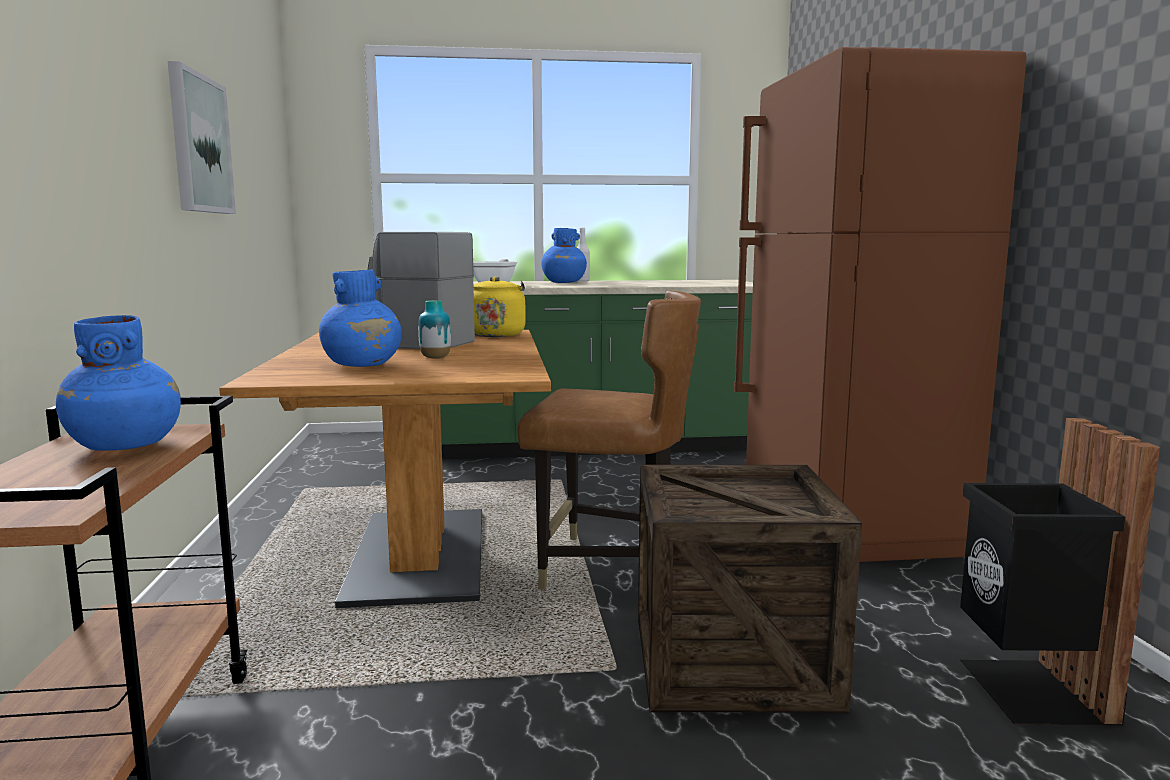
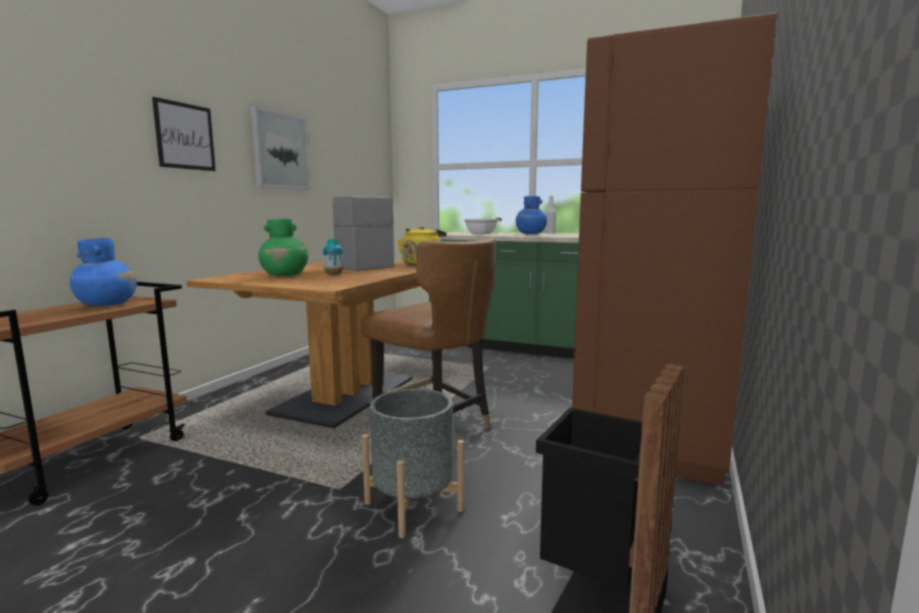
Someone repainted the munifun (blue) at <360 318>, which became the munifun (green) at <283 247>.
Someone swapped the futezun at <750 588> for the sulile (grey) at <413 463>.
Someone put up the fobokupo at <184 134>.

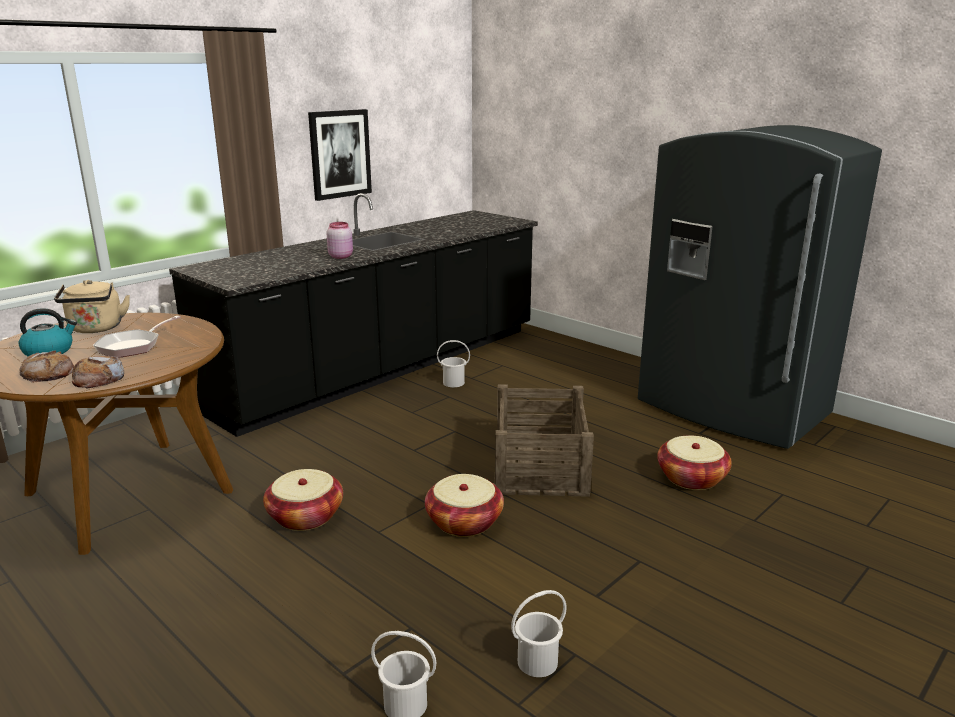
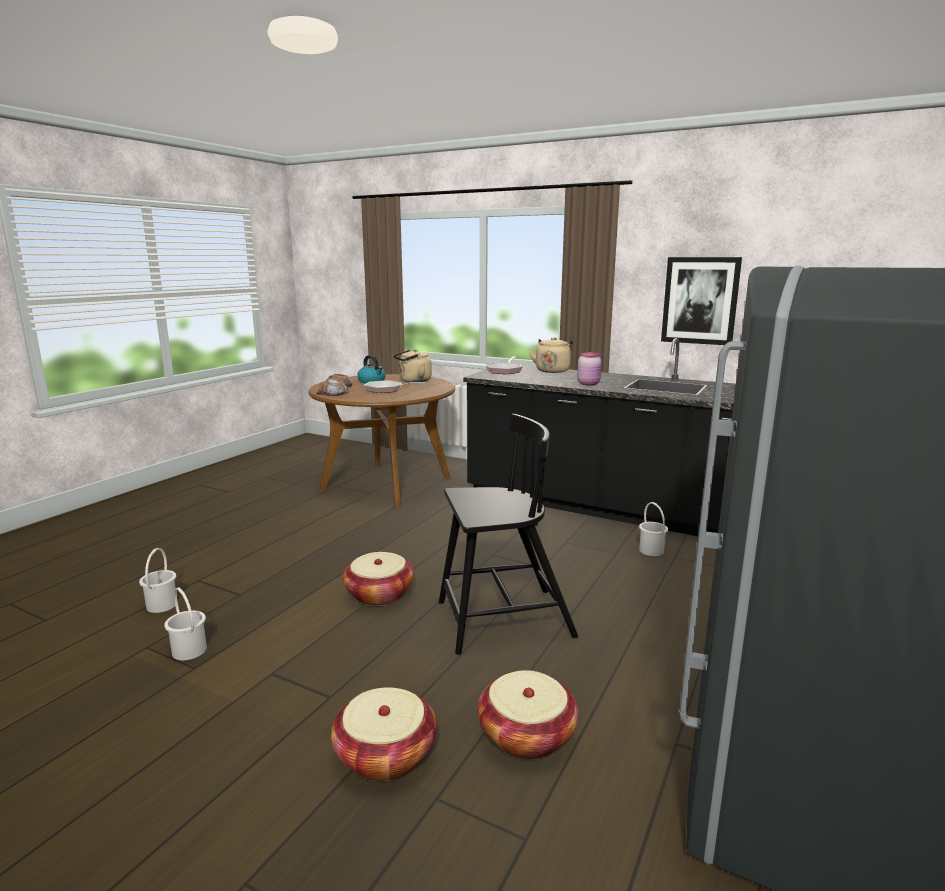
Someone carried the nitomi from <303 500> to <384 734>.
Someone swapped the futezun at <544 440> for the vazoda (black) at <508 534>.
Someone put down the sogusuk at <504 365>.
Someone put down the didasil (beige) at <551 355>.

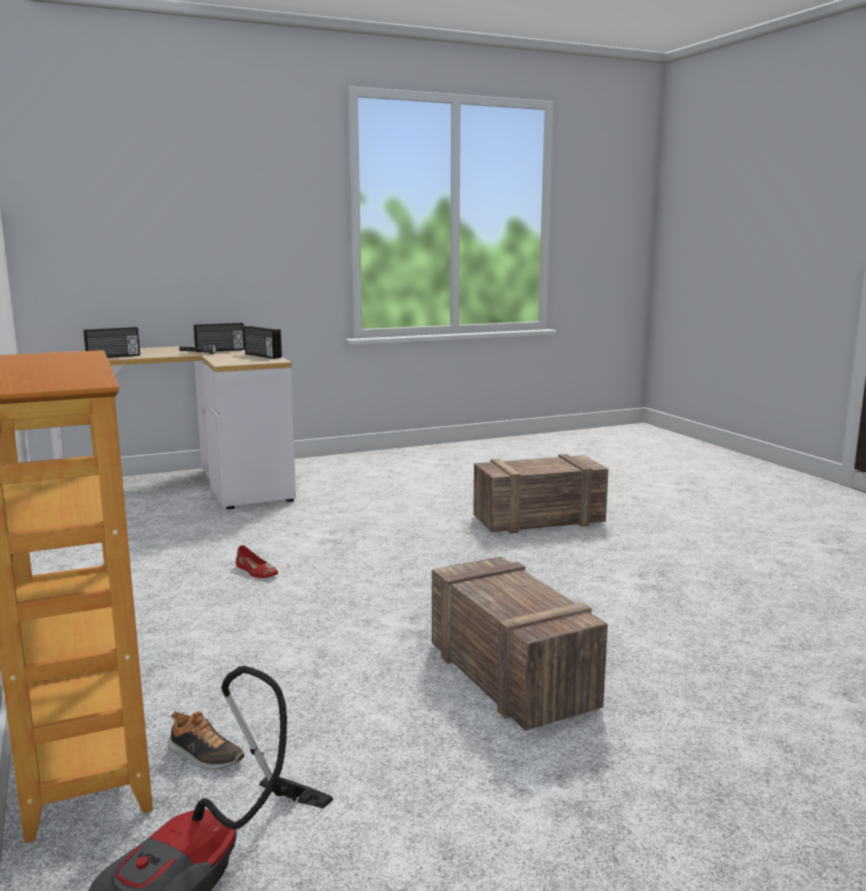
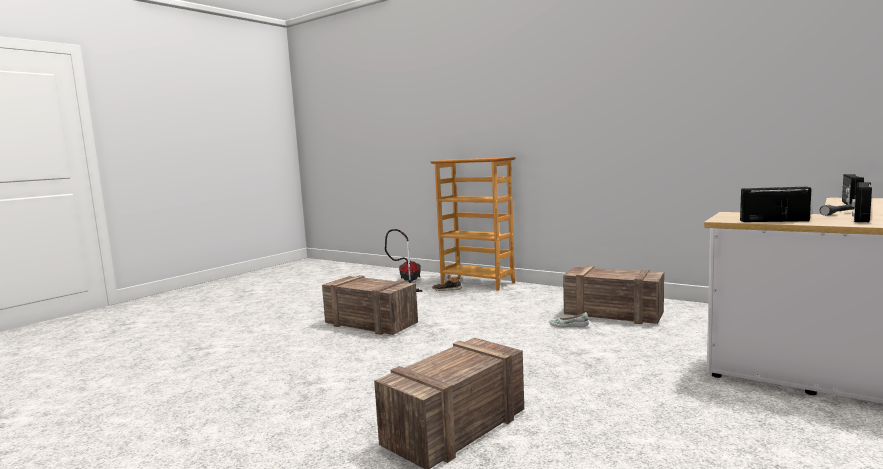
Someone repainted the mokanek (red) at <257 561>, which became the mokanek (white) at <569 320>.
Someone put down the futezun at <613 295>.

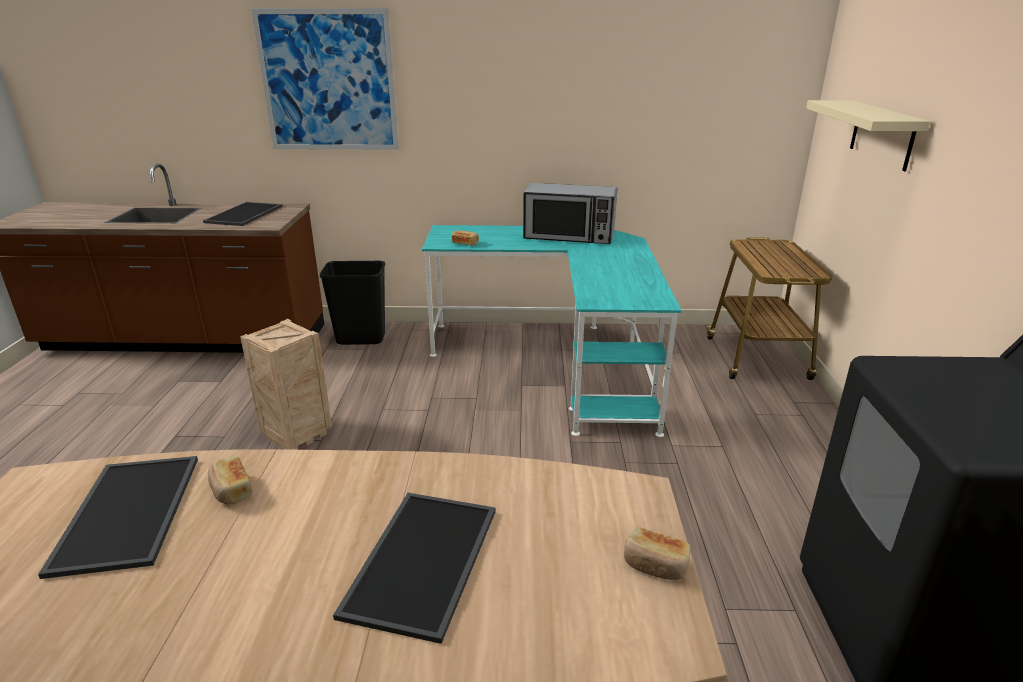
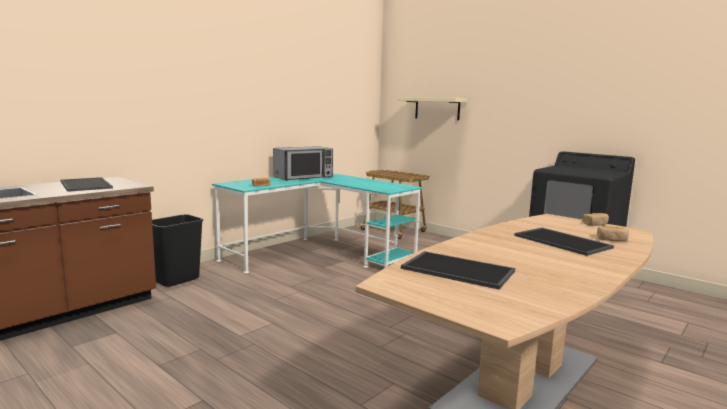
Someone carried the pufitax from <230 481> to <613 233>.
Someone took away the futezun at <286 384>.
Someone took away the fobokupo at <325 79>.

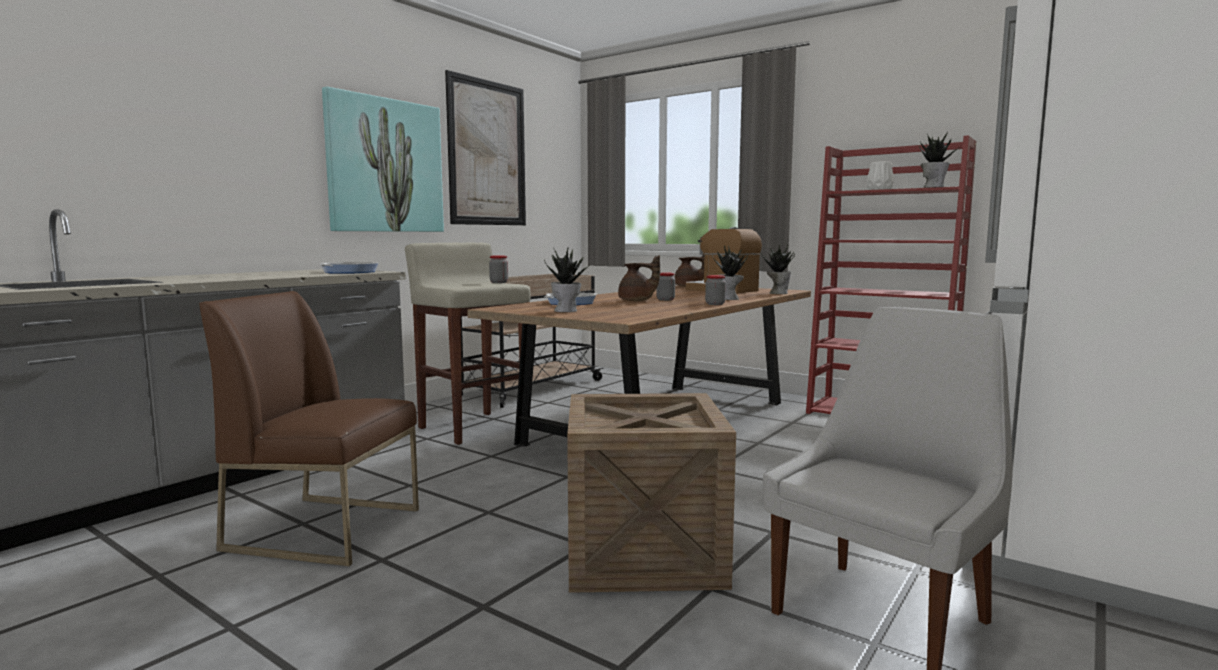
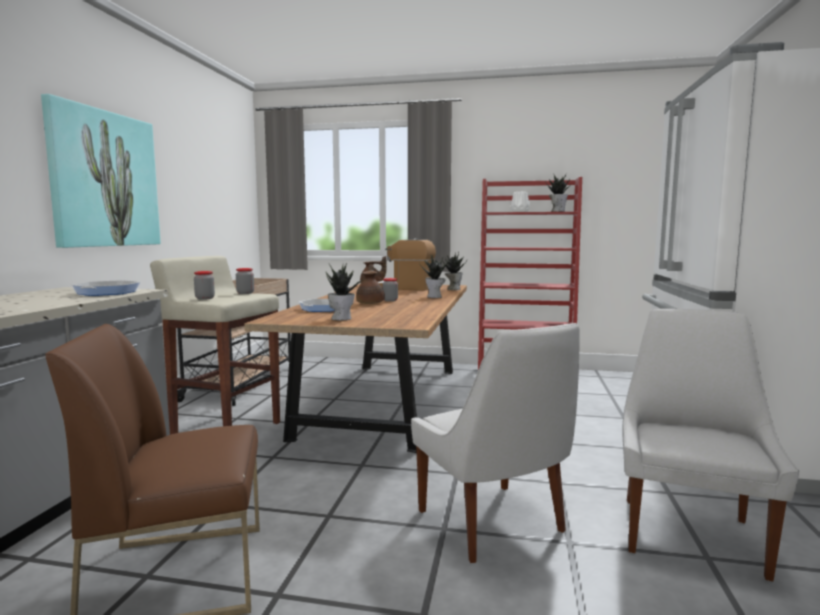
Someone took away the fobokupo at <485 147>.
Someone swapped the futezun at <651 493> for the vazoda (white) at <495 443>.
Someone rotated the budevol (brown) at <639 278> by 90 degrees counterclockwise.
Someone carried the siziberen from <715 290> to <204 285>.

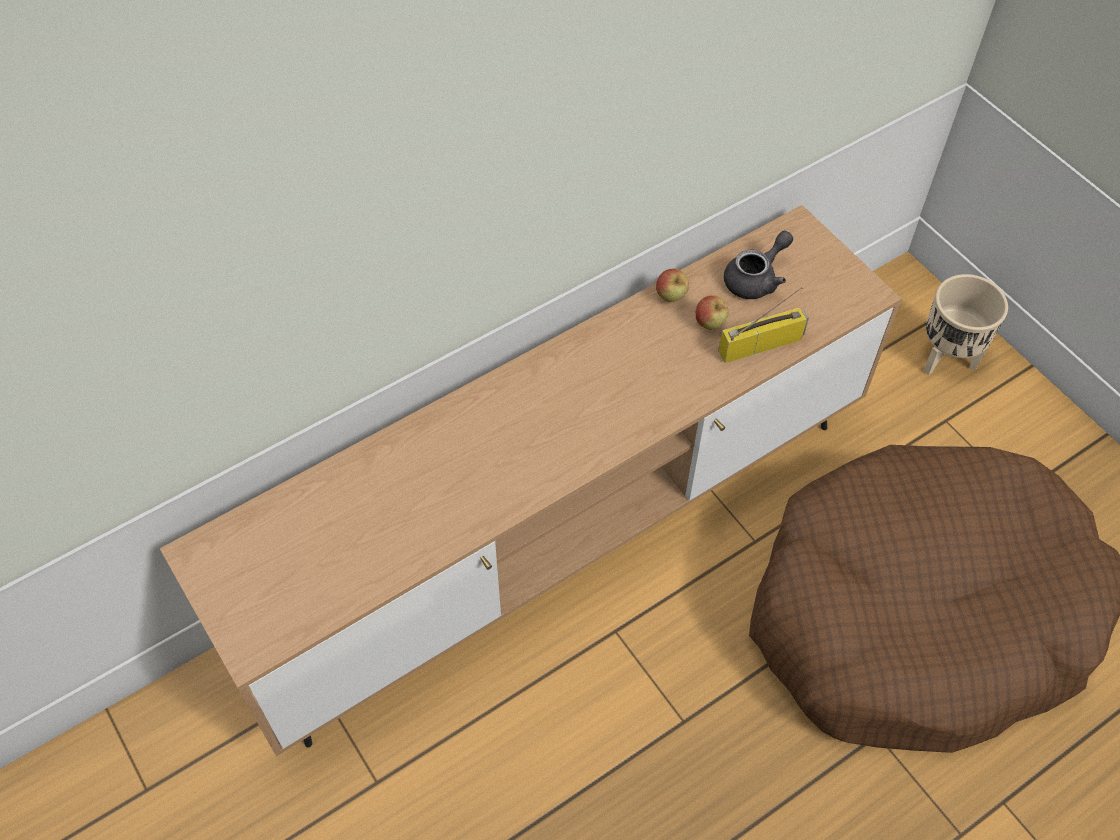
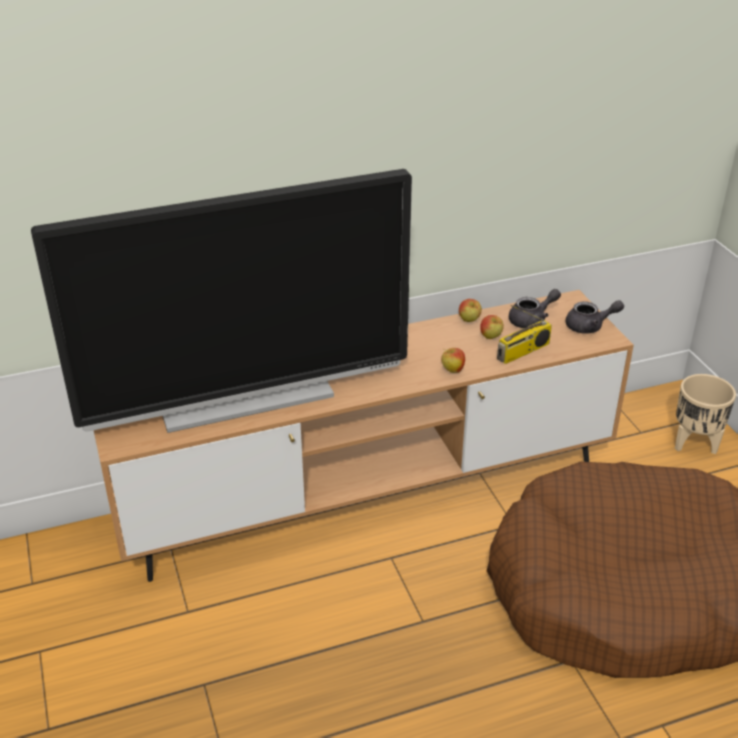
Someone rotated the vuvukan at <763 325> by 150 degrees clockwise.
Someone put down the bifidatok at <221 301>.
Someone put down the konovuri at <453 360>.
Someone put down the budevol (grey) at <595 317>.

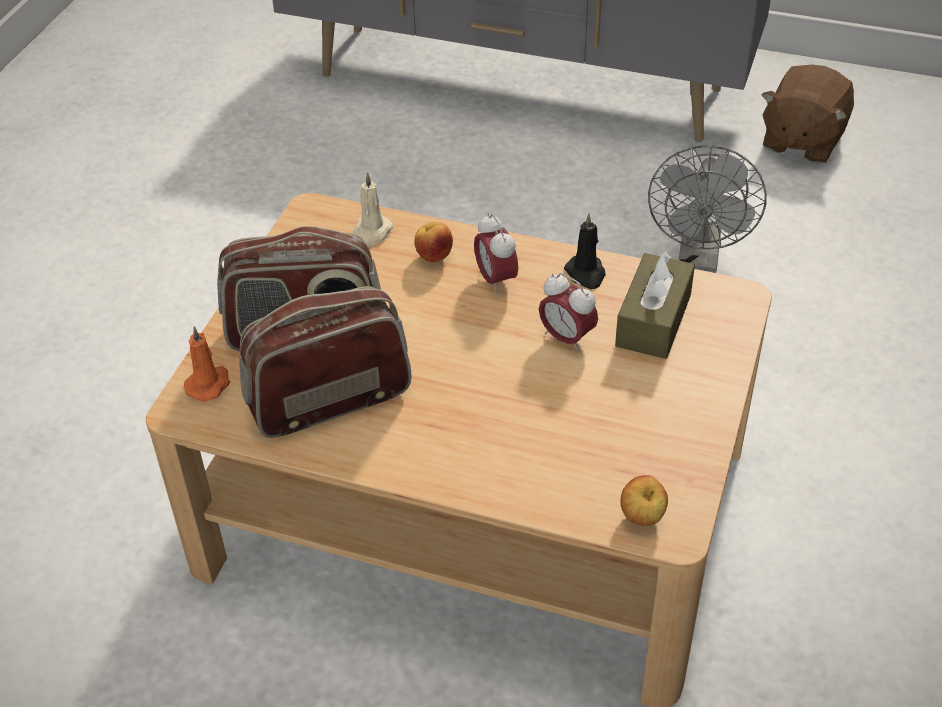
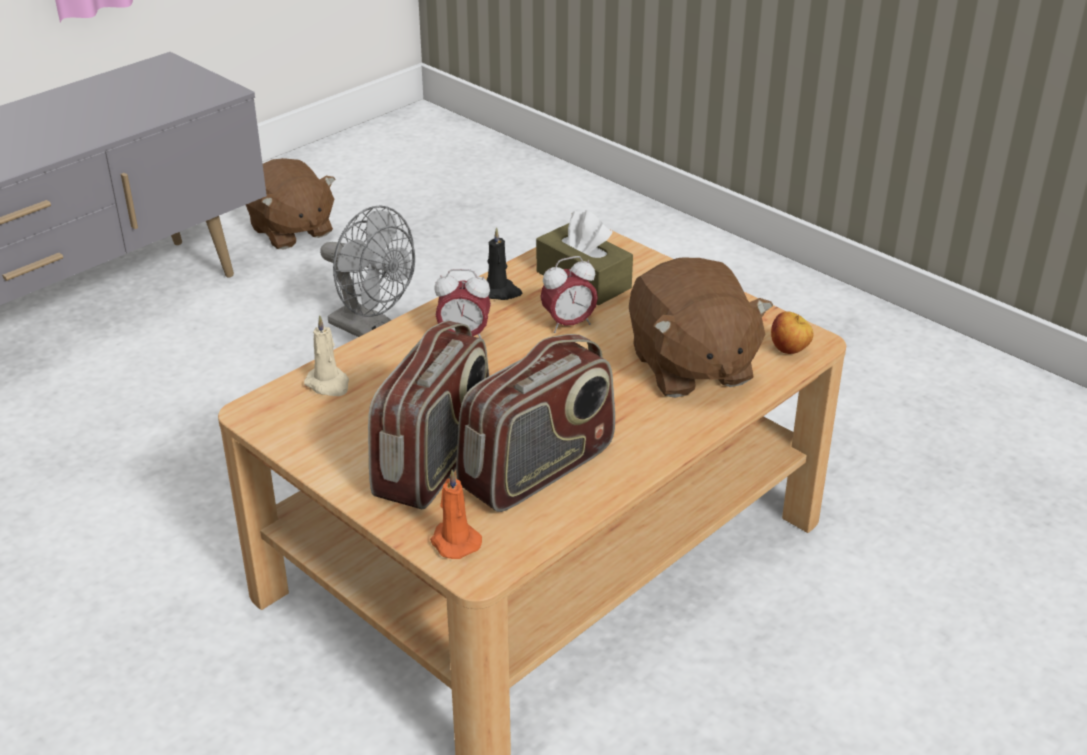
Someone rotated the vuvukan at <325 362> by 135 degrees counterclockwise.
Someone took away the konovuri at <433 242>.
Someone put down the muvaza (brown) at <701 328>.

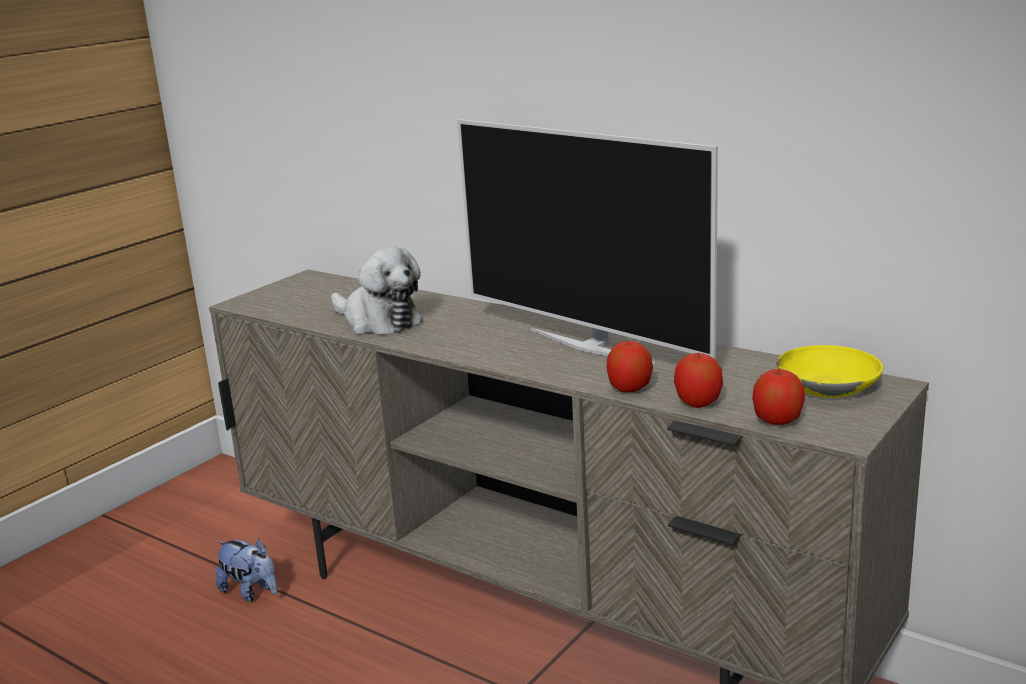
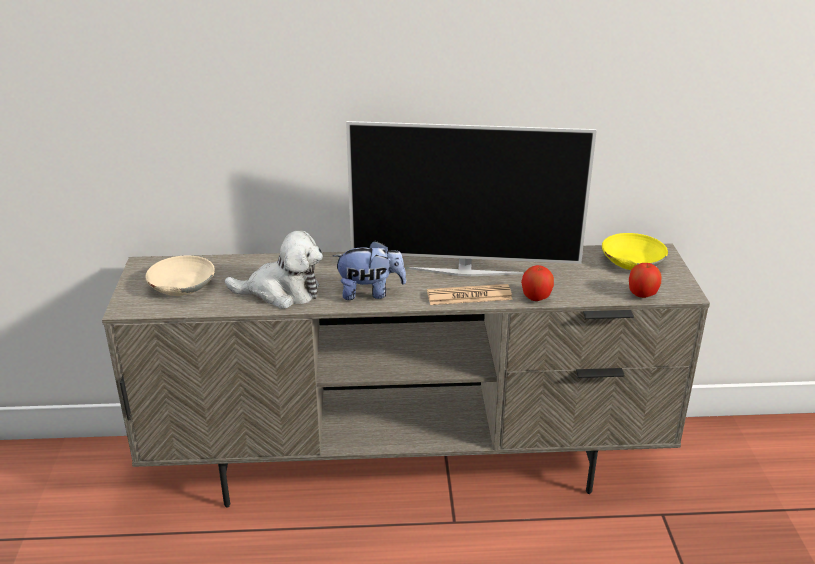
Someone carried the muvaza from <246 570> to <369 270>.
Someone took away the konovuri at <698 380>.
Someone put down the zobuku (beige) at <180 276>.
Someone put down the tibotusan at <469 294>.

